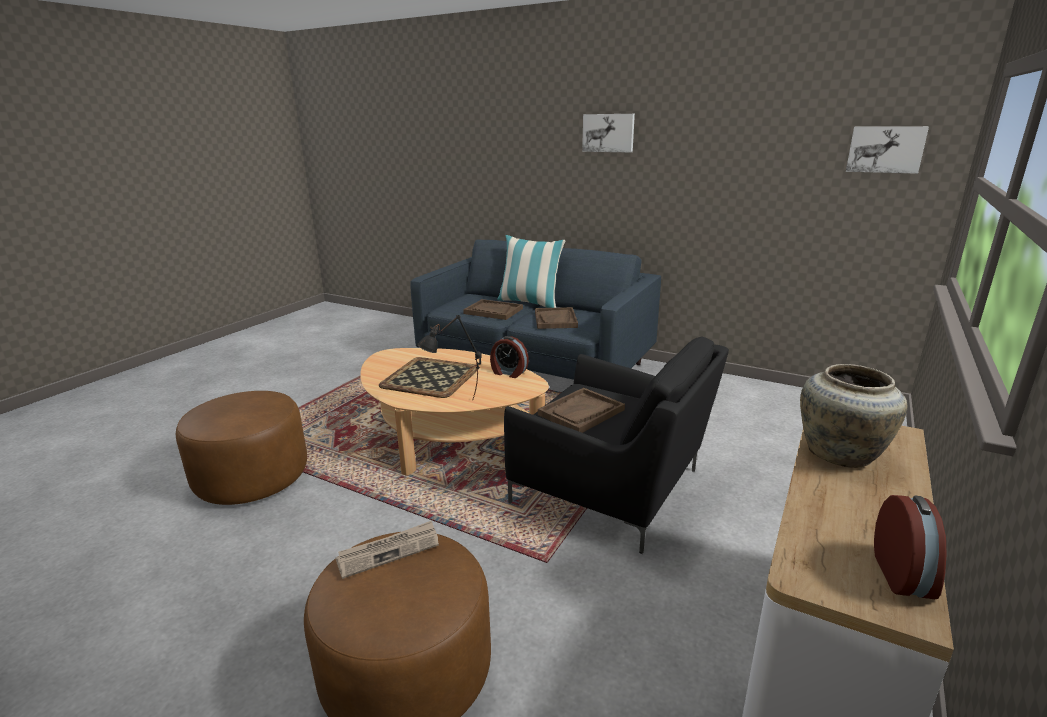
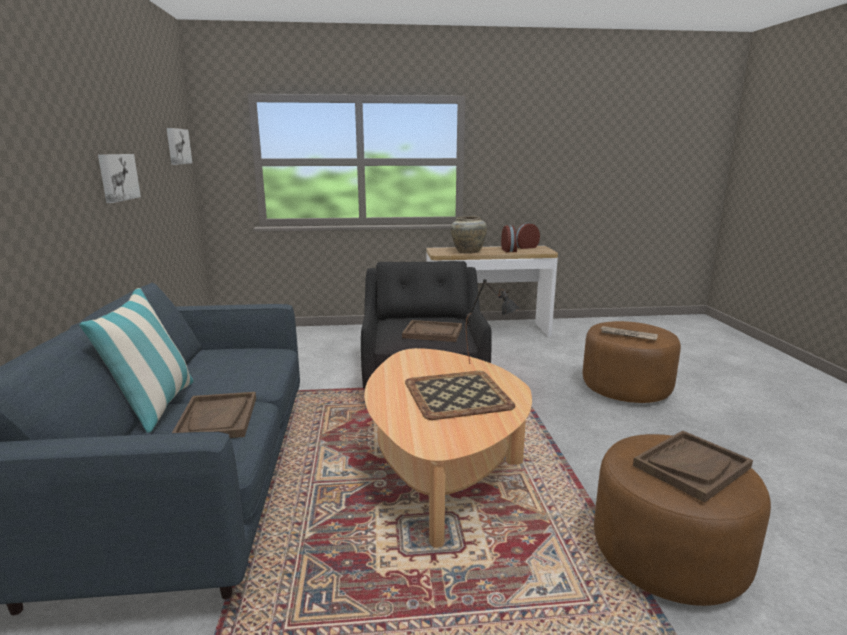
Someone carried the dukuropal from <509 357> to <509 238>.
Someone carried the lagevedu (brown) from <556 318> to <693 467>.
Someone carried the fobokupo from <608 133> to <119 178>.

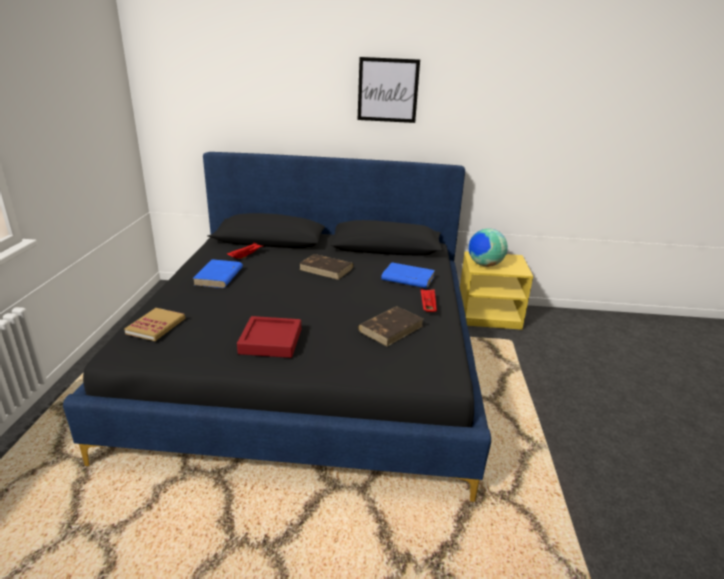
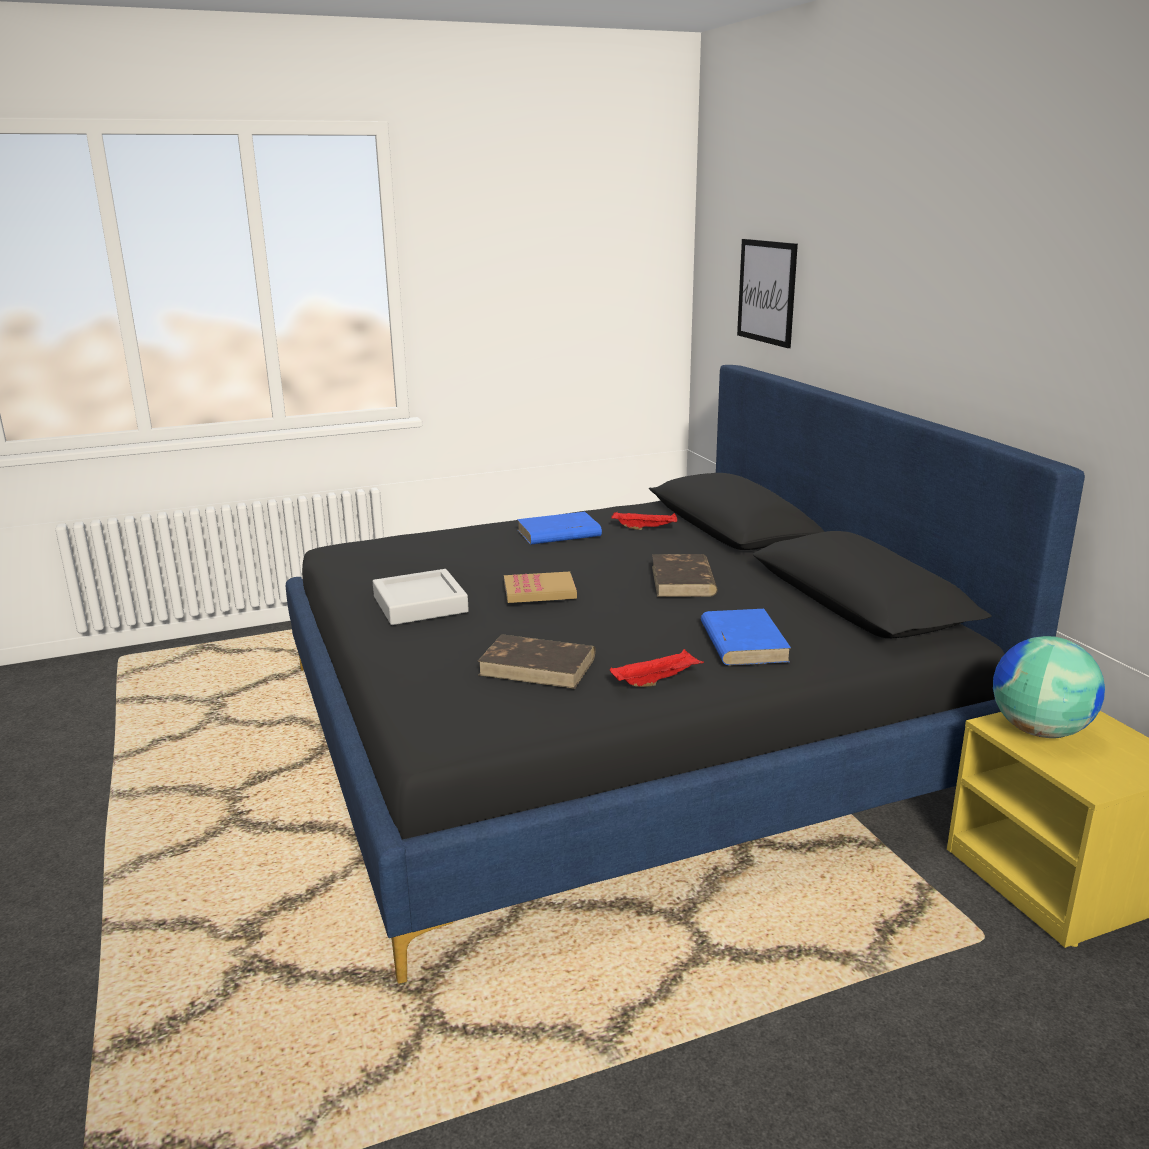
Someone carried the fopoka from <154 324> to <540 587>.
Someone repainted the lagevedu (red) at <269 337>, which became the lagevedu (grey) at <421 597>.
Someone carried the fobokupo from <389 90> to <767 293>.

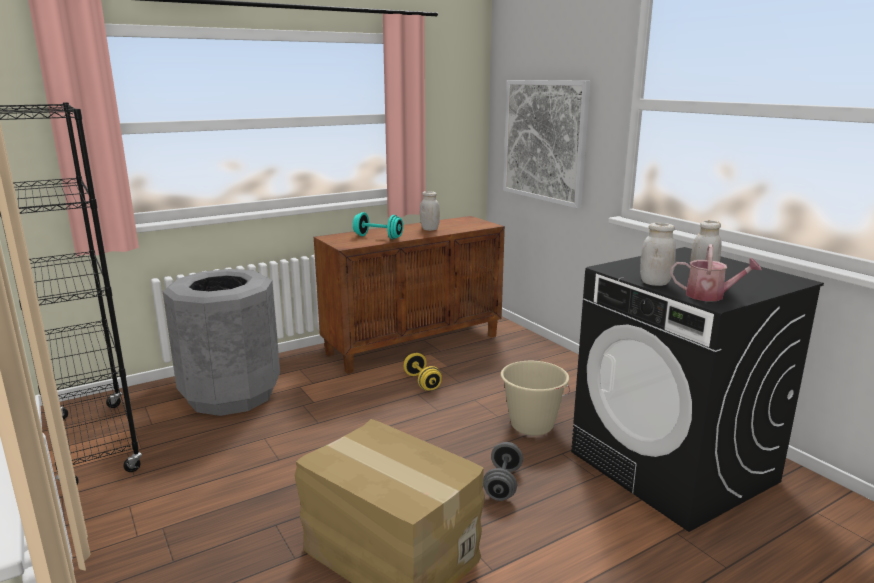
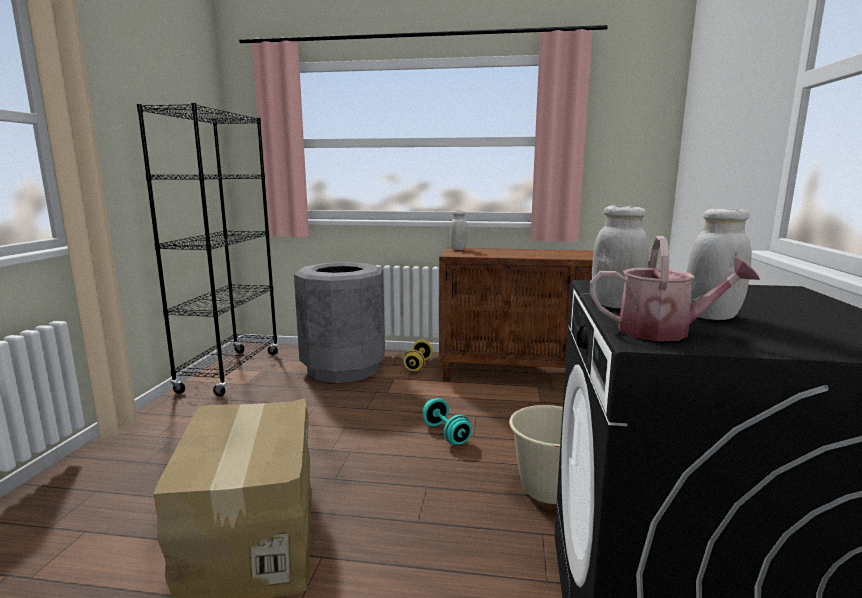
Someone carried the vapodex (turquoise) from <378 225> to <447 421>.
Someone carried the vapodex (yellow) from <423 372> to <418 355>.
Someone carried the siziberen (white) from <430 211> to <459 230>.
Someone took away the vapodex (grey) at <503 471>.
Someone took away the fobokupo at <547 144>.
Someone rotated the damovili at <716 272> by 45 degrees counterclockwise.

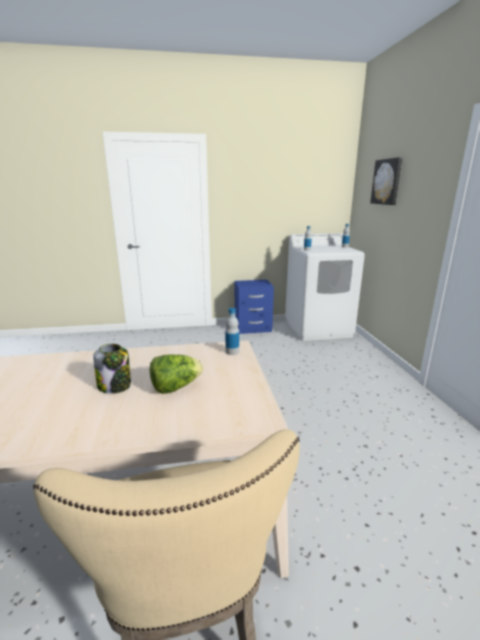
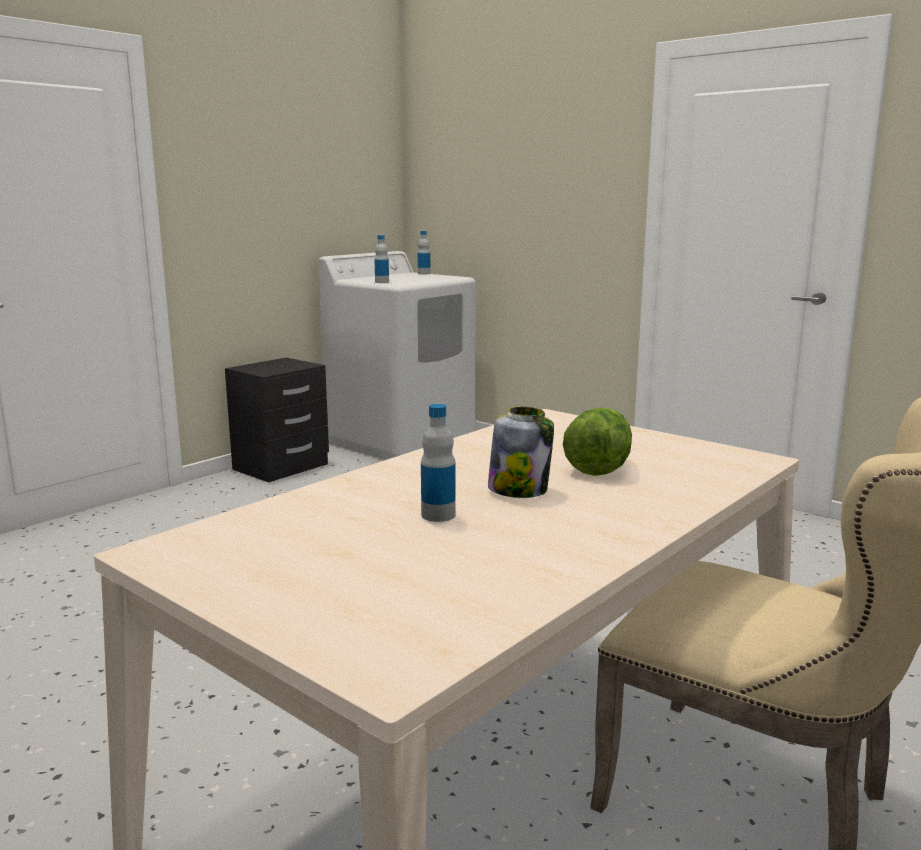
Someone carried the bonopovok from <232 331> to <438 463>.
Someone repainted the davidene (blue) at <254 307>, which became the davidene (black) at <277 420>.
Someone took away the fobokupo at <386 181>.

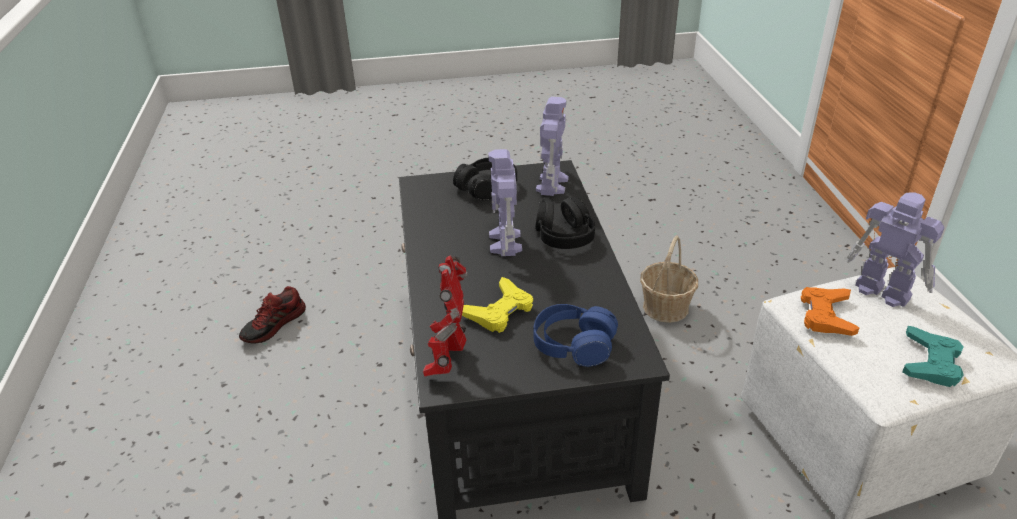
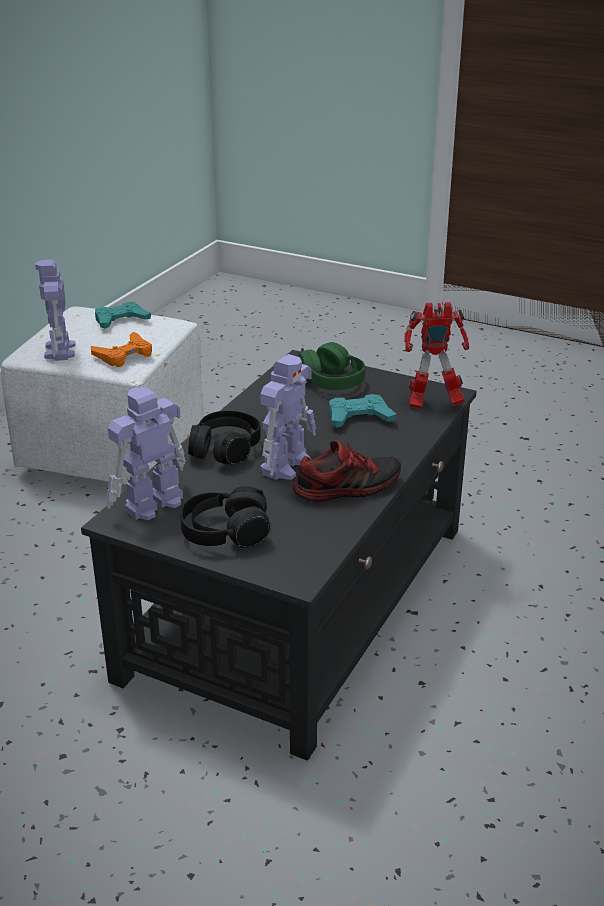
Someone carried the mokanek from <272 314> to <347 471>.
Someone rotated the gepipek at <445 316> by 45 degrees clockwise.
Someone repainted the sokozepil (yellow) at <497 305>, which became the sokozepil (turquoise) at <362 411>.
Someone repainted the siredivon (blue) at <575 335>, which became the siredivon (green) at <331 366>.
Someone took away the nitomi at <669 279>.

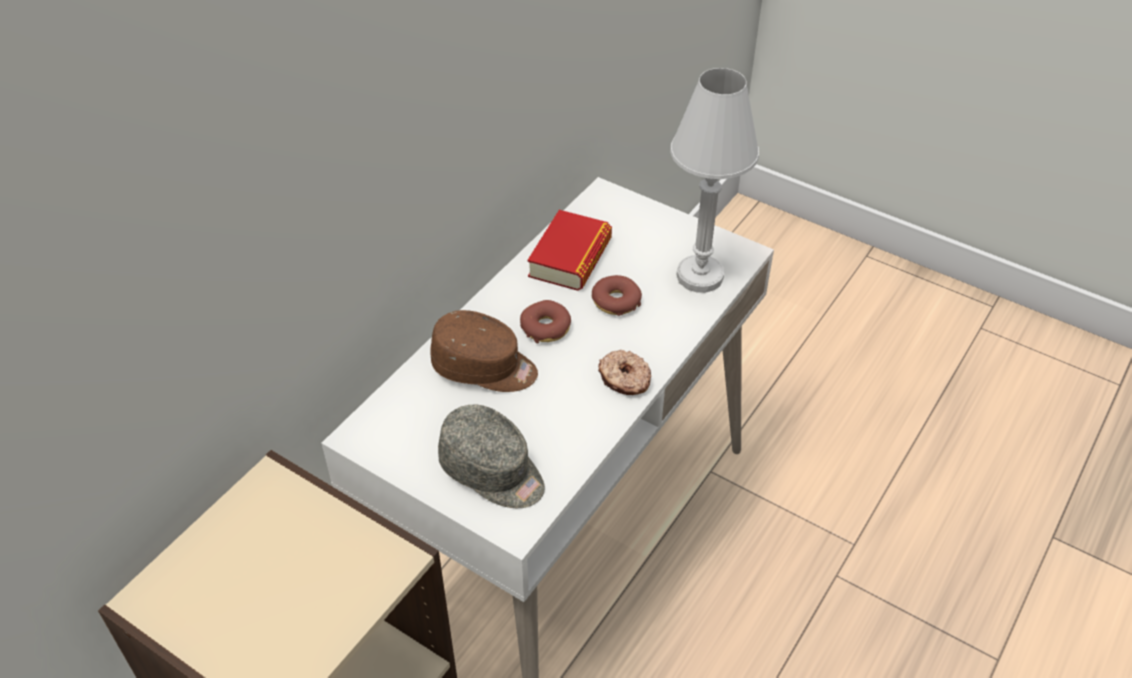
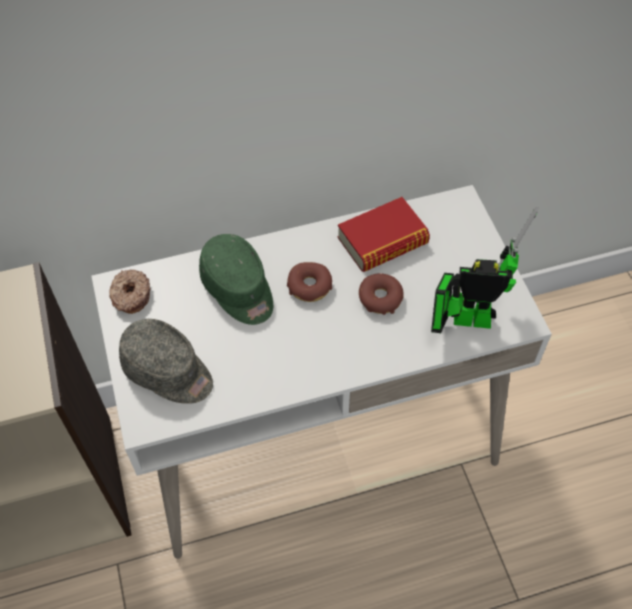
Someone repainted the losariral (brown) at <484 351>, which became the losariral (green) at <236 279>.
Someone rotated the losariral (grey) at <491 456> by 45 degrees counterclockwise.
Someone carried the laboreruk from <624 372> to <130 292>.
Someone swapped the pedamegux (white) at <714 180> for the gepipek at <485 270>.

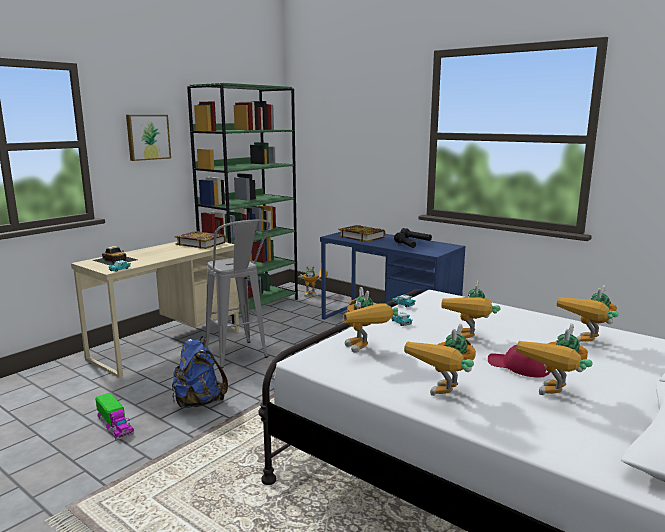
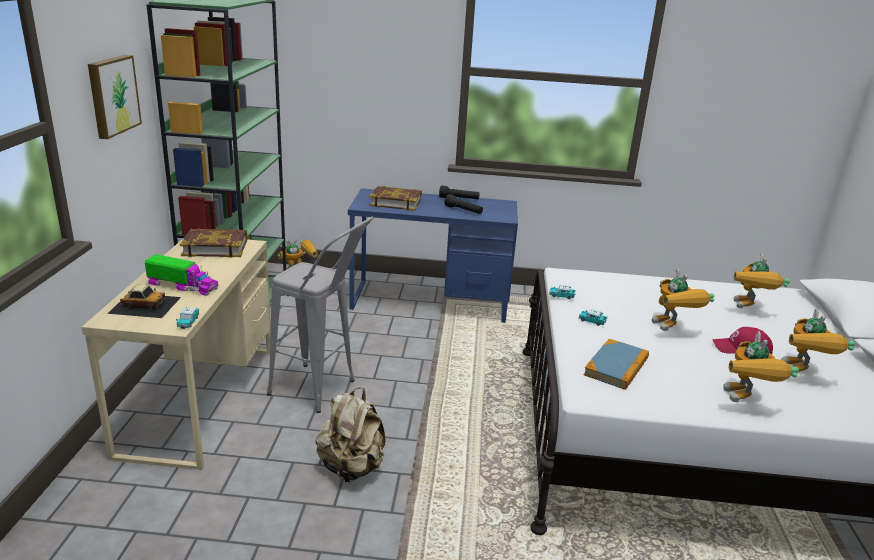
Someone carried the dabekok from <114 416> to <182 275>.
Someone repainted the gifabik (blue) at <200 372>, which became the gifabik (beige) at <351 434>.
Someone swapped the gepipek at <370 320> for the fopoka at <616 364>.

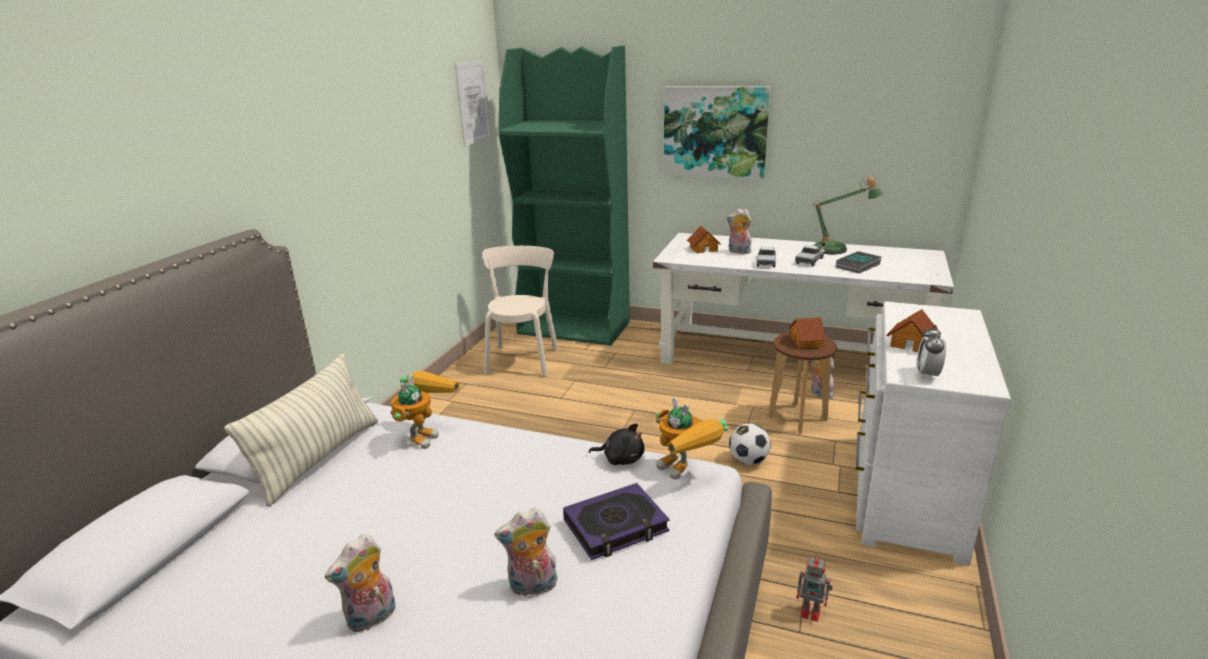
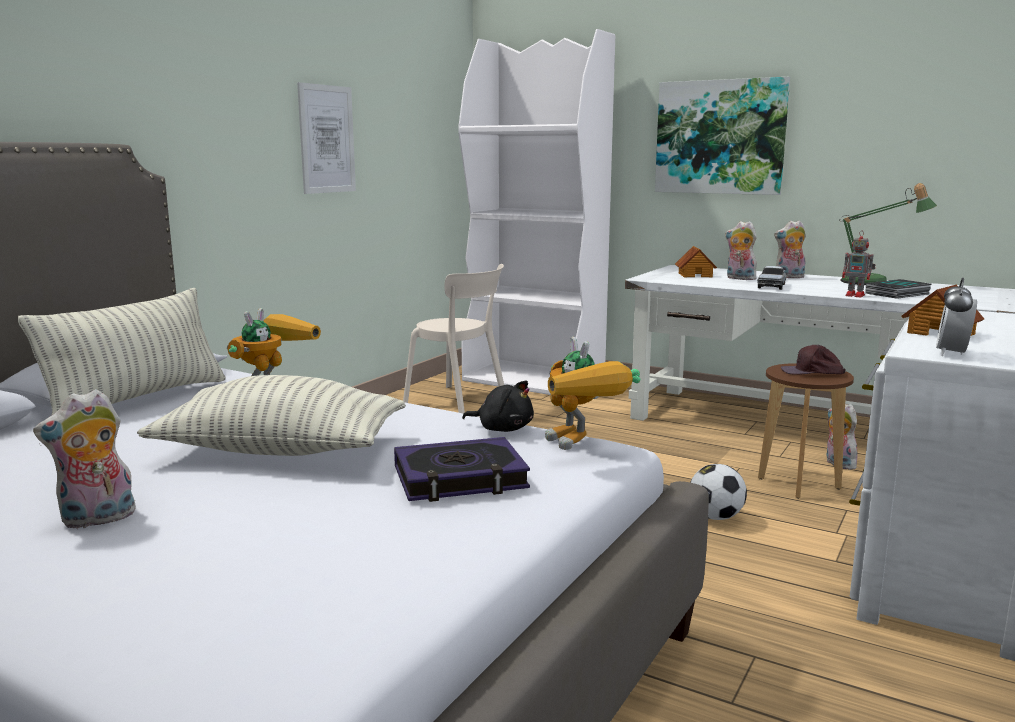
Someone carried the fobokupo from <472 103> to <326 138>.
Someone rotated the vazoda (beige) at <520 311> by 105 degrees clockwise.
Someone carried the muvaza from <526 552> to <790 249>.
Someone repainted the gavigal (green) at <564 195>, which became the gavigal (white) at <536 212>.
Someone swapped the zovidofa at <807 332> for the losariral (brown) at <813 360>.
Someone took away the dabekok at <810 255>.
Someone carried the gepipek from <815 588> to <859 264>.
Someone put down the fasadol at <271 415>.

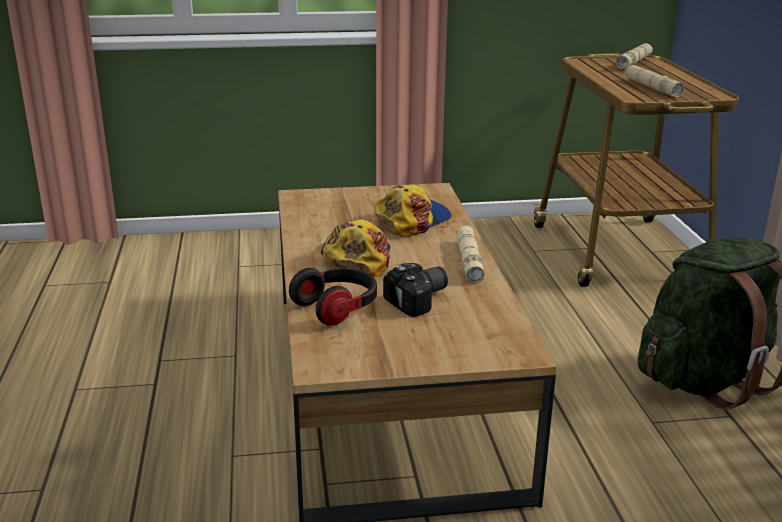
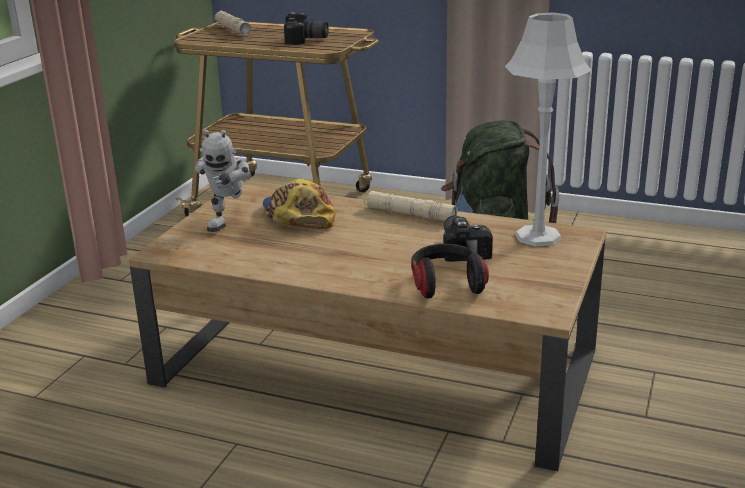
Someone took away the losariral at <355 248>.
Someone swapped the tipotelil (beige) at <654 81> for the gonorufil at <306 28>.
Someone put down the gepipek at <223 181>.
Someone put down the pedamegux (grey) at <548 130>.

